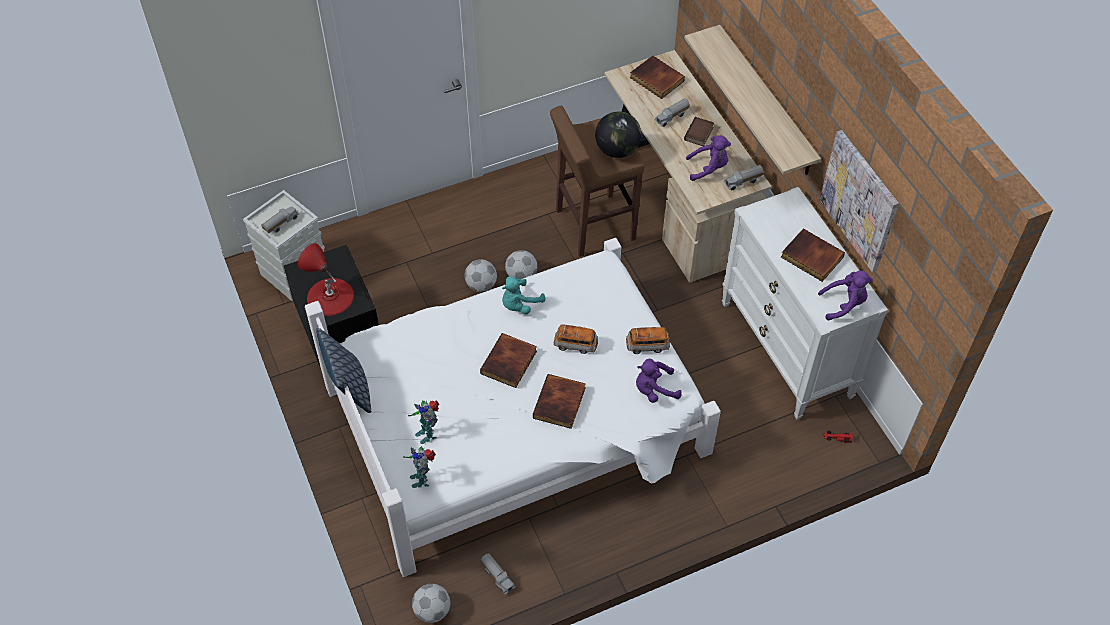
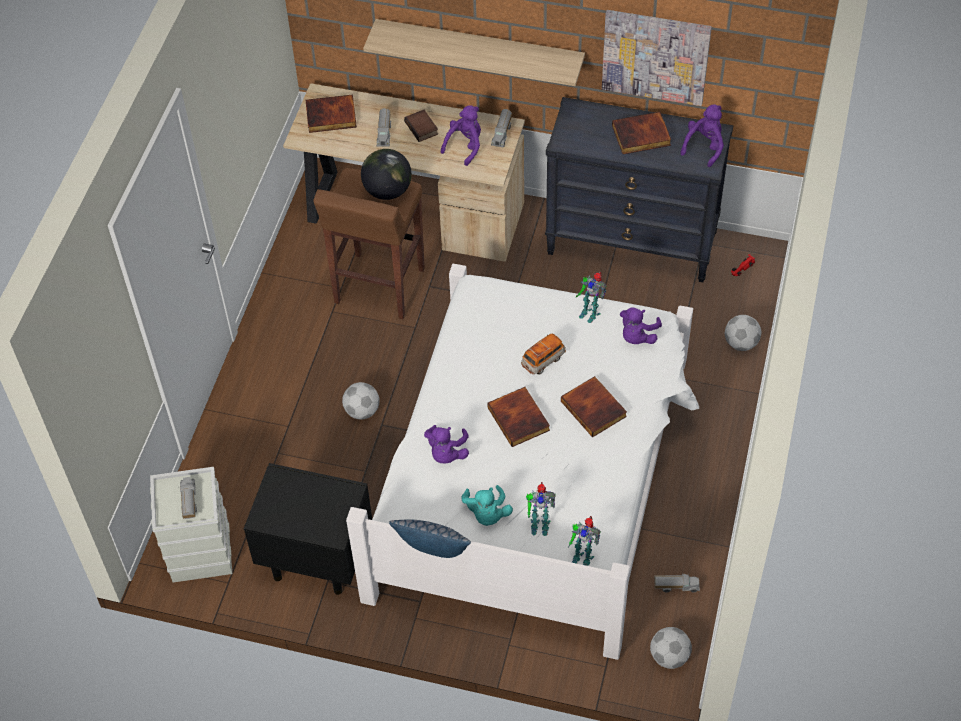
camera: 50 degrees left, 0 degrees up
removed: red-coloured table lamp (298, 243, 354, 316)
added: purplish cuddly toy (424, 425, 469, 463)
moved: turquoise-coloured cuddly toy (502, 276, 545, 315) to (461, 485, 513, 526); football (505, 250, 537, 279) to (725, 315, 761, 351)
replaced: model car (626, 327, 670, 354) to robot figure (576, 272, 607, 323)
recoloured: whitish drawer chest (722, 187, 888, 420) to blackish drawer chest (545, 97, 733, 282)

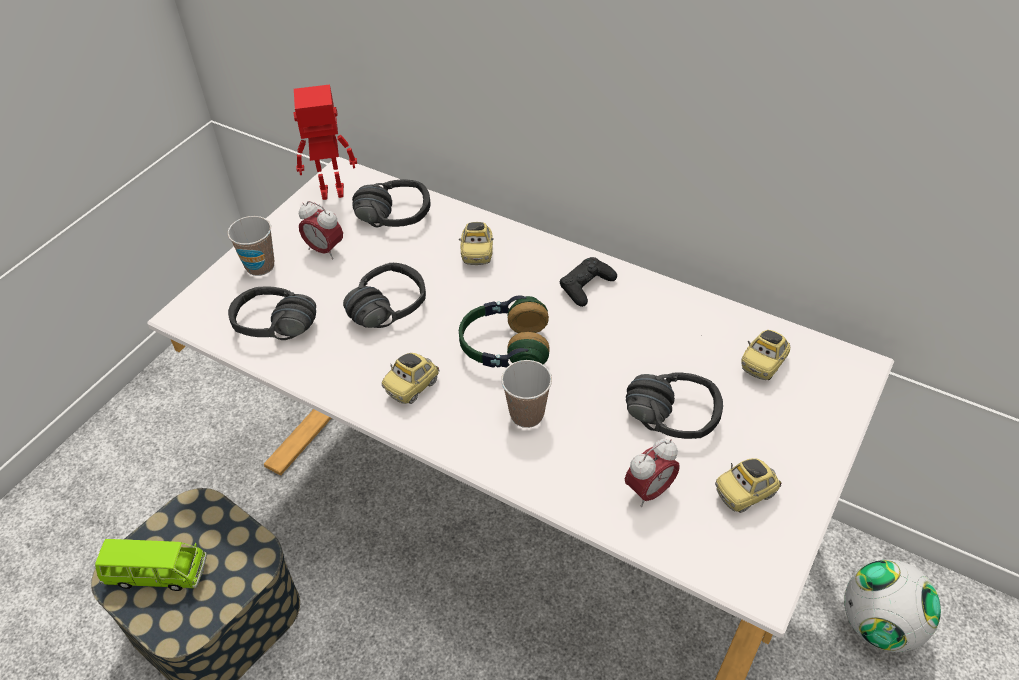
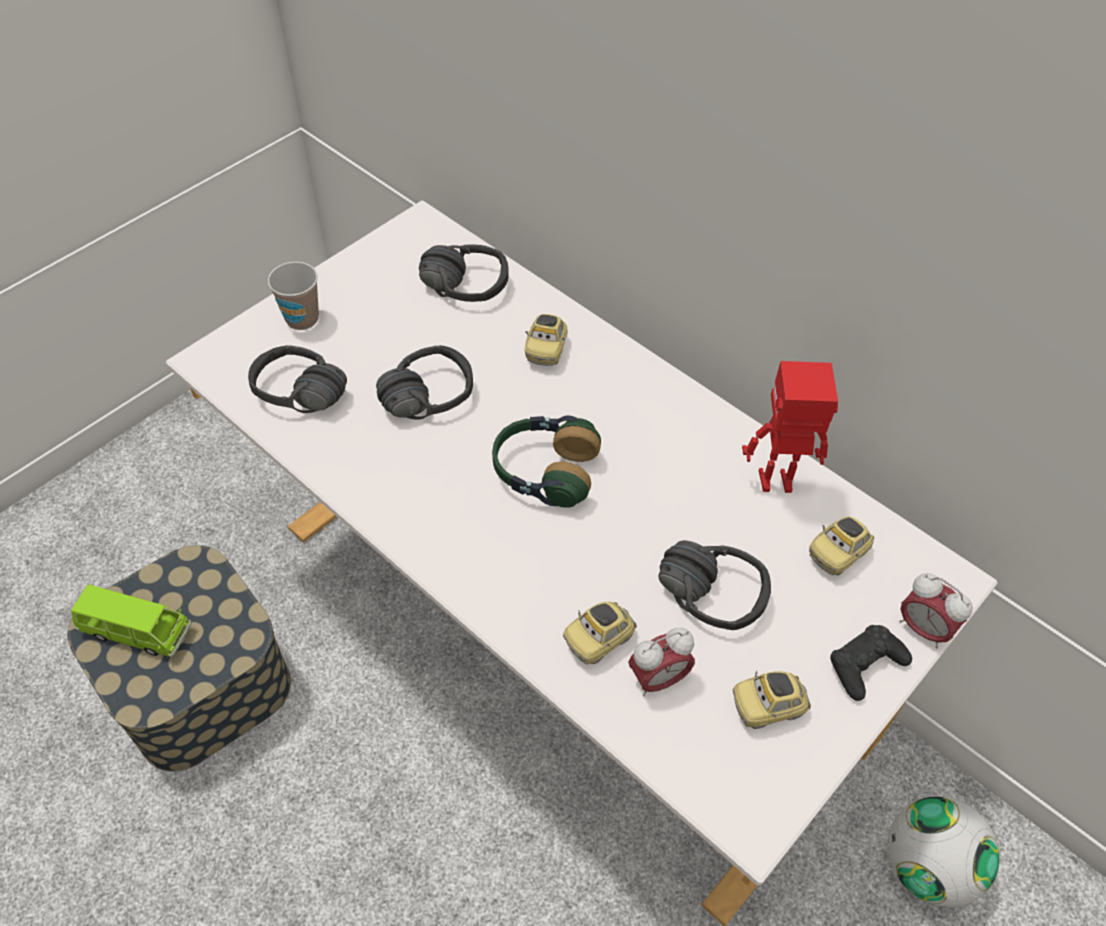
camera: 10 degrees right, 5 degrees up
removed: drinking cup (501, 360, 552, 428)
moved: robot figure (293, 84, 357, 200) to (742, 361, 838, 493); table clock (299, 201, 343, 259) to (899, 573, 973, 648); model car (382, 353, 440, 404) to (563, 602, 637, 664); blackish joypad (560, 257, 617, 307) to (830, 625, 912, 701)

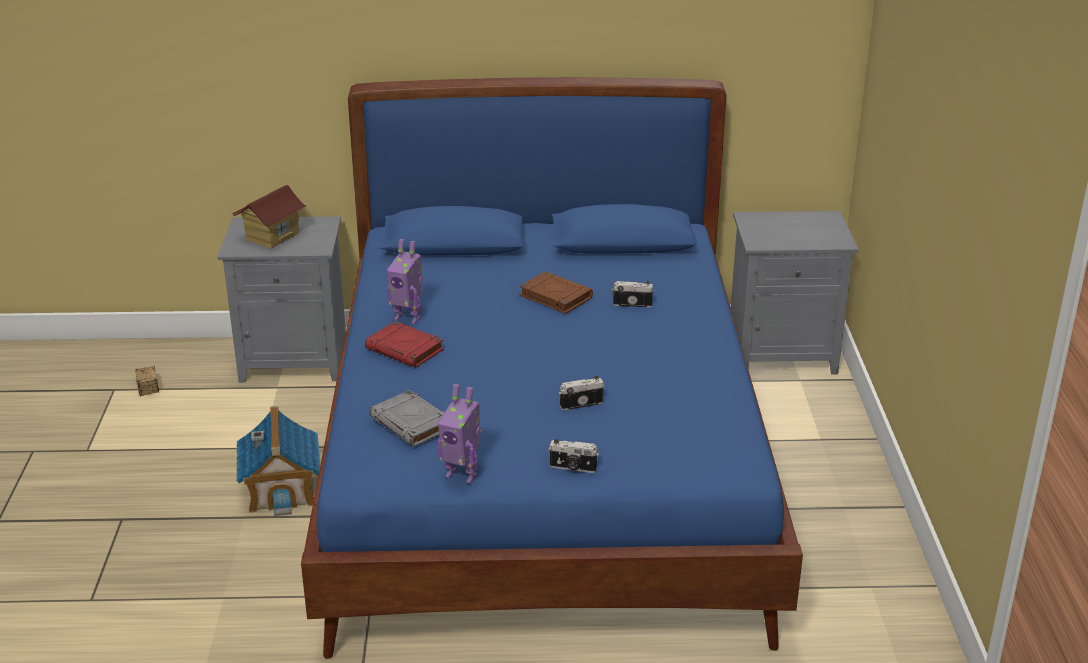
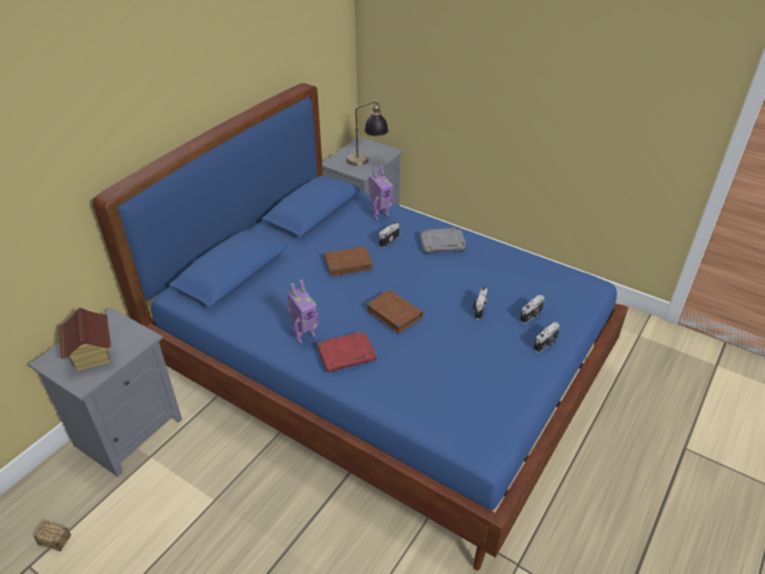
camera: 55 degrees left, 10 degrees up
removed: model house (237, 406, 320, 516)
added: table lamp (346, 98, 388, 166); brown-coloured book (366, 290, 423, 333); photo camera (520, 295, 545, 324)
moved: greyish book (370, 390, 445, 447) to (420, 228, 466, 253); robot figure (438, 384, 481, 484) to (369, 165, 393, 220)

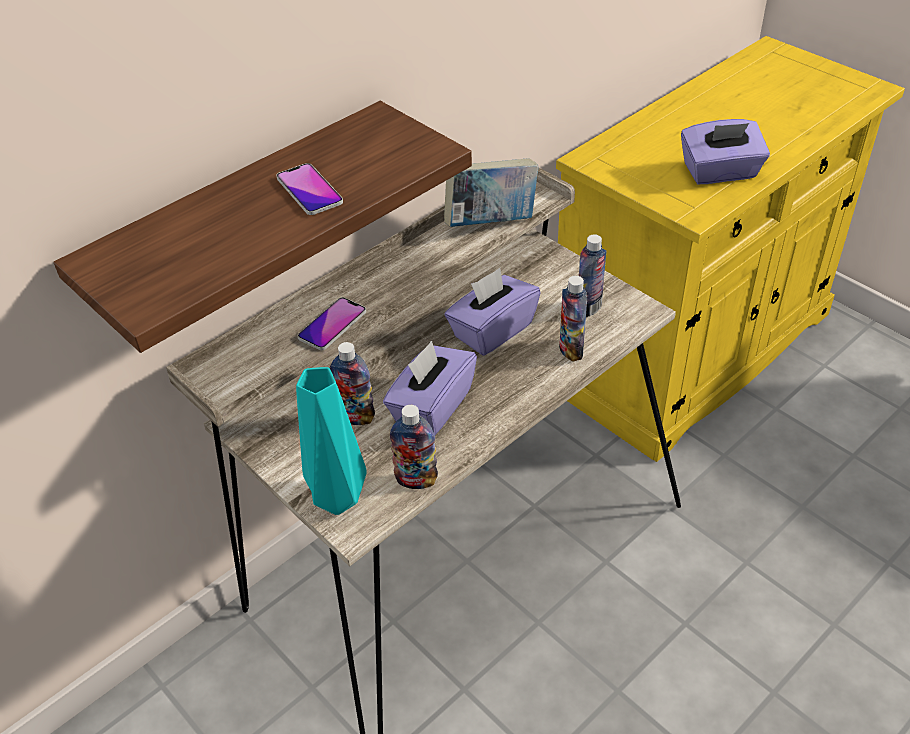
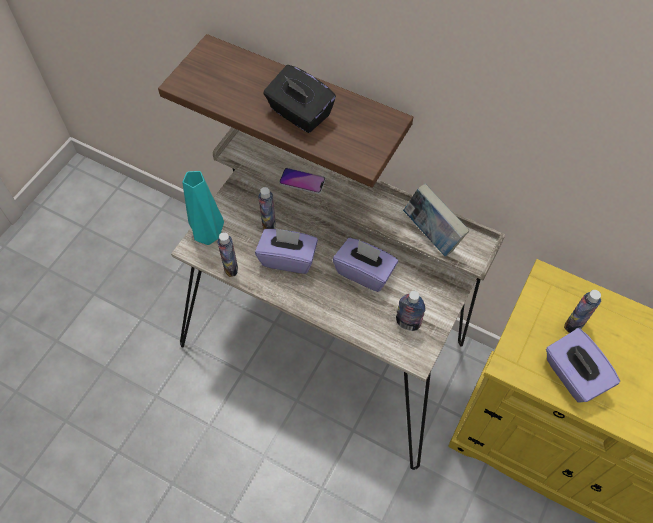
camera: 70 degrees right, 15 degrees up
moved: drink bottle (559, 276, 587, 361) to (564, 290, 601, 333)
replaced: telephone (276, 163, 343, 215) to blackish box of tissues (263, 65, 336, 133)

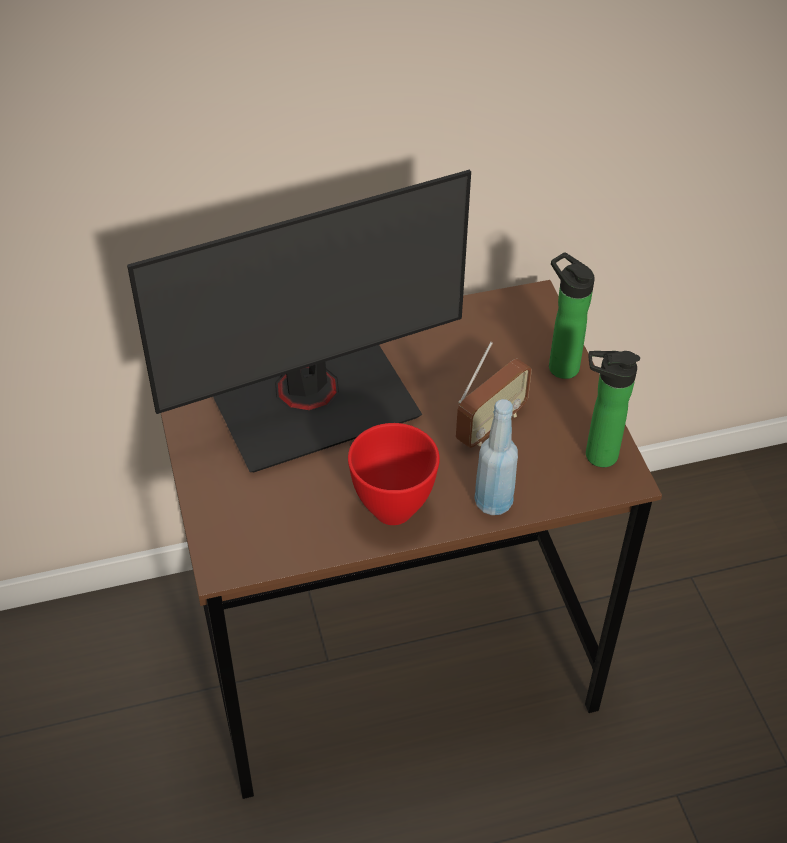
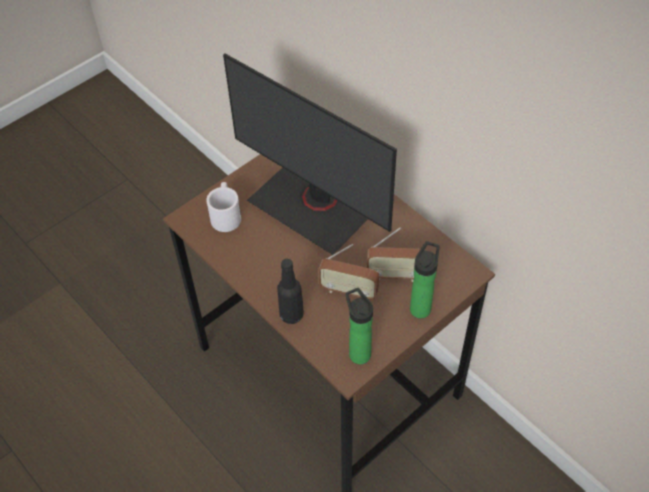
camera: 65 degrees right, 5 degrees up
removed: red-coloured deep dish (348, 423, 440, 525)
added: whitish tea mug (206, 182, 241, 232); radio (367, 227, 425, 282)
recoloured: blue-coloured drink bottle (474, 399, 518, 515) to blackish drink bottle (277, 259, 304, 324)

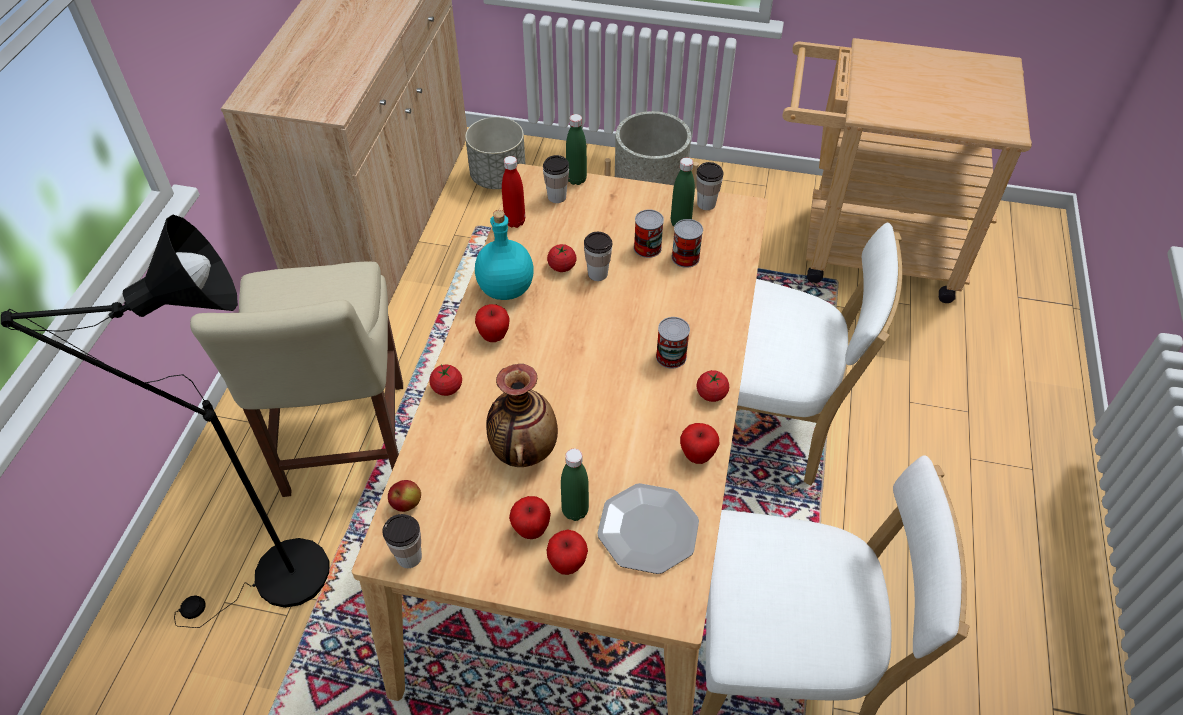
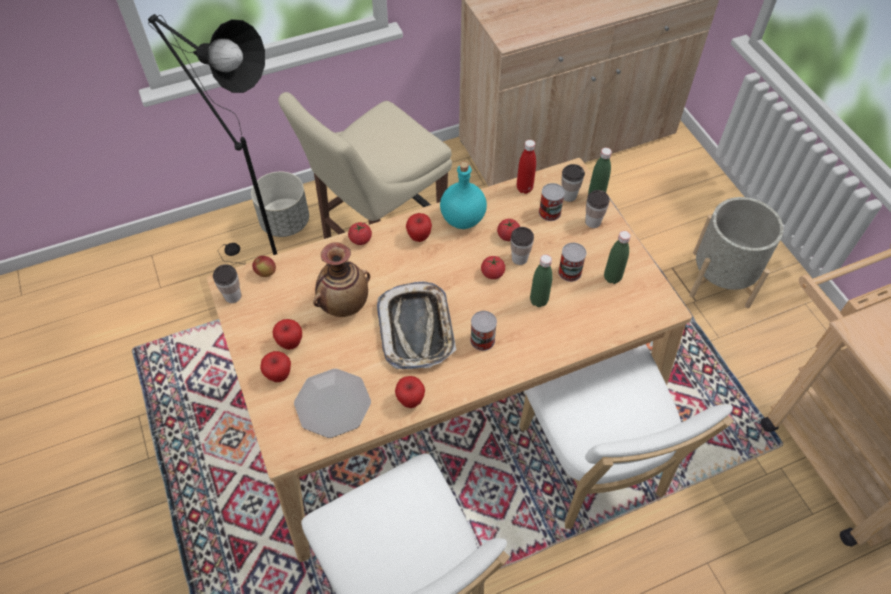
camera: 55 degrees right, 5 degrees up
added: serving tray (377, 281, 456, 369)
moved: greyish plant pot (465, 117, 525, 189) to (251, 171, 309, 237); greenish drink bottle (561, 449, 589, 521) to (530, 254, 553, 307); can (672, 219, 703, 268) to (539, 183, 565, 221); drinking cup (696, 162, 724, 210) to (585, 190, 610, 228); whole tomato (696, 370, 729, 402) to (481, 256, 505, 279)

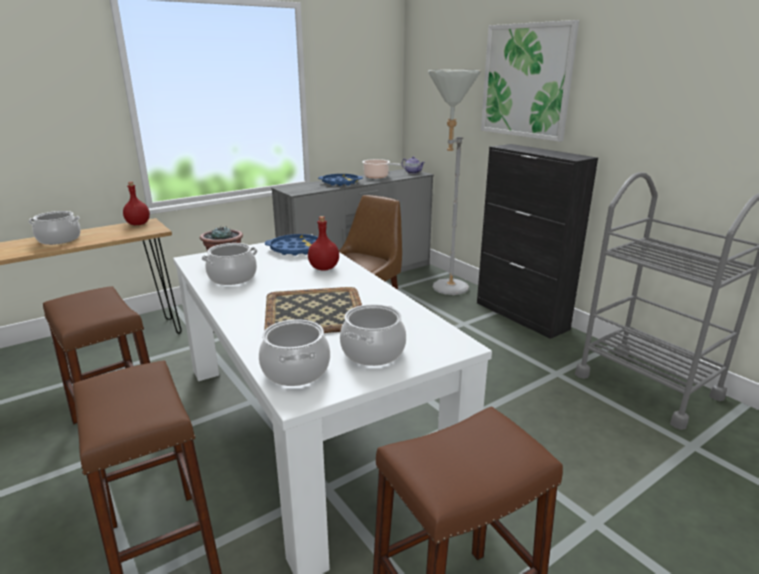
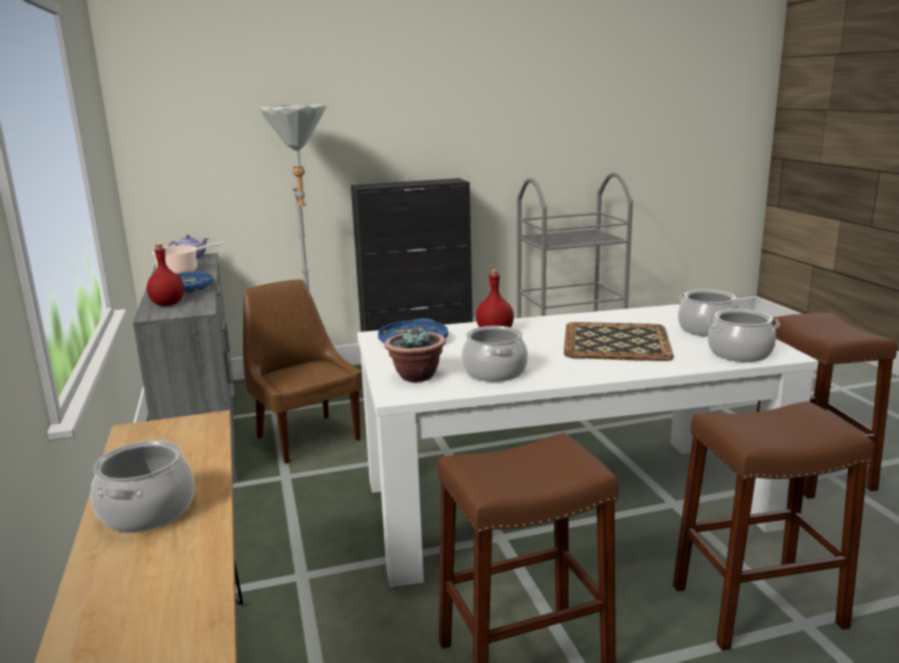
camera: 70 degrees left, 5 degrees down
removed: picture (481, 20, 579, 142)
moved: red-coloured drink bottle (123, 182, 150, 225) to (147, 244, 184, 306)

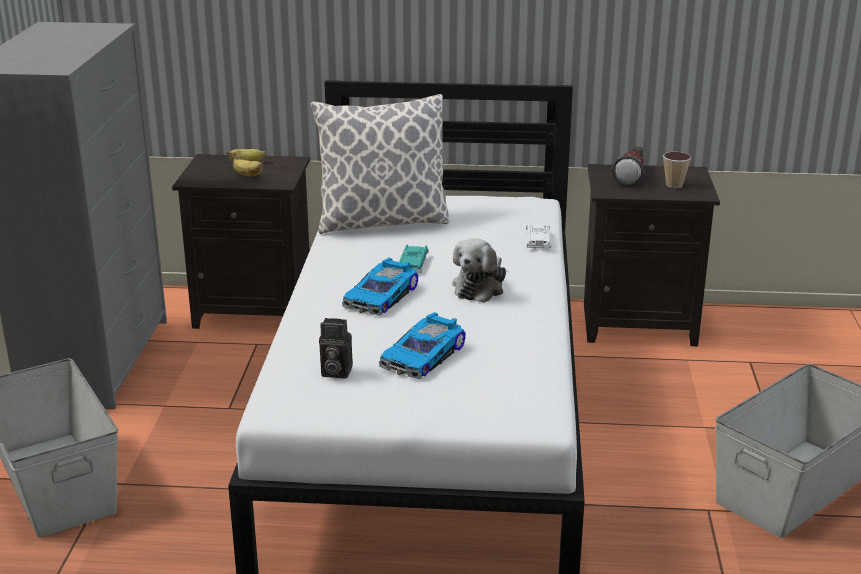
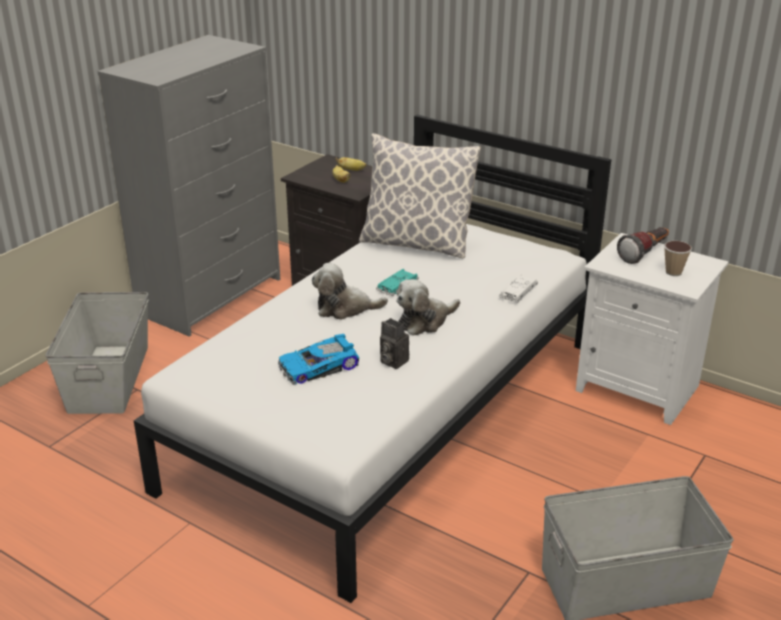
camera: 30 degrees right, 5 degrees up
moved: photo camera (319, 318, 353, 379) to (380, 318, 409, 369)
replaced: model car (342, 258, 419, 316) to cuddly toy (312, 263, 388, 320)
recoloured: blackish nightstand (584, 164, 720, 346) to whitish nightstand (576, 233, 728, 425)

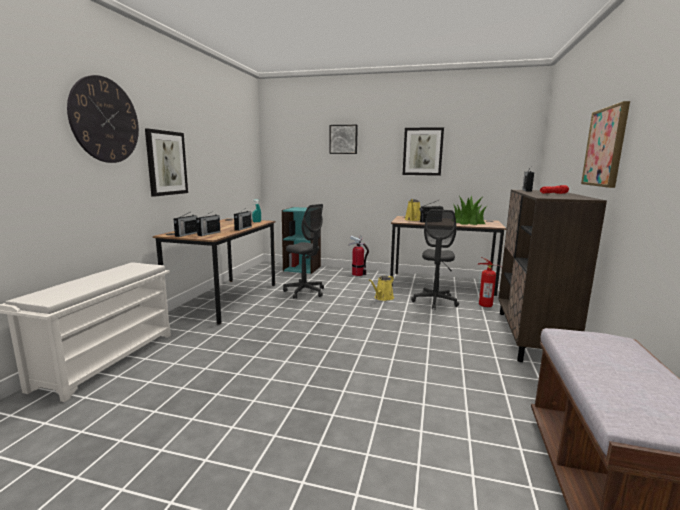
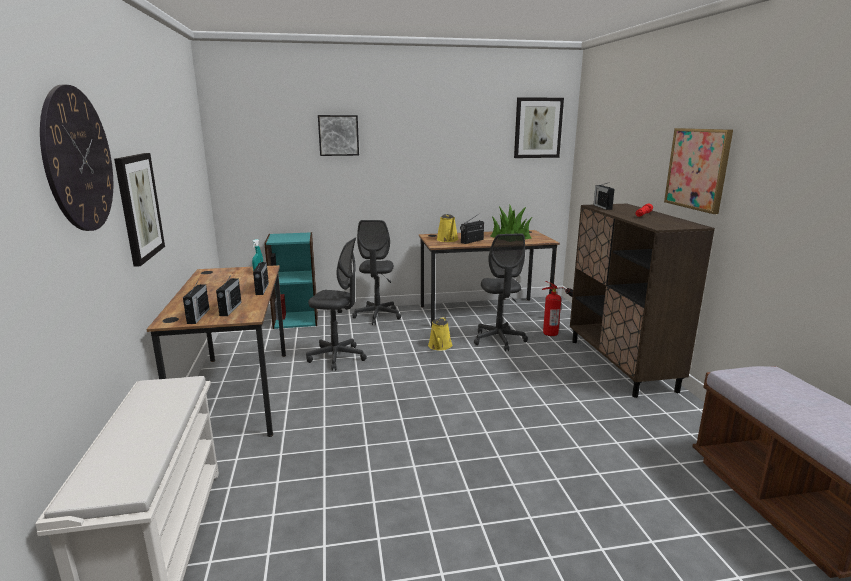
camera: 25 degrees left, 5 degrees up
moved: picture (403, 127, 444, 176) to (514, 97, 564, 158)
replaced: fire extinguisher (349, 235, 369, 276) to greyish computer chair (352, 220, 401, 325)

